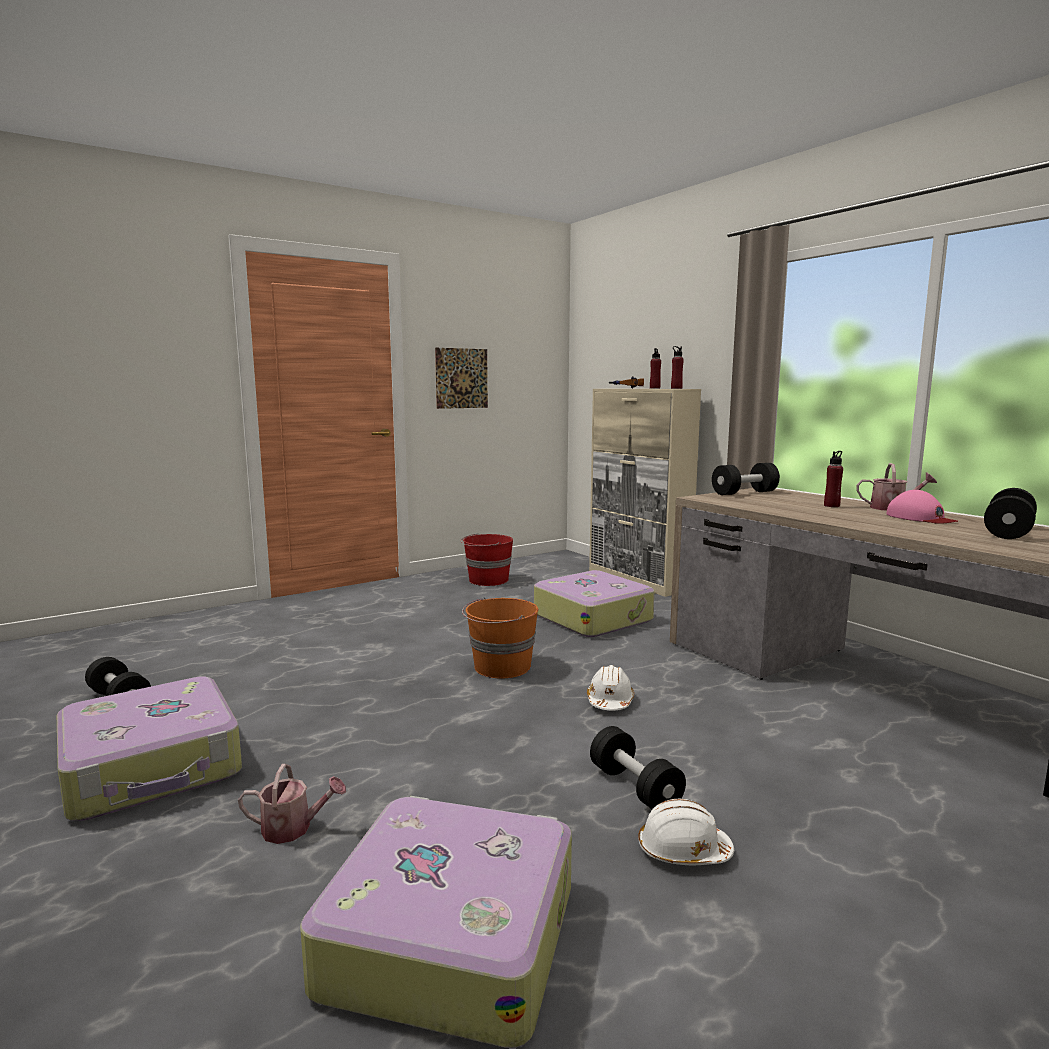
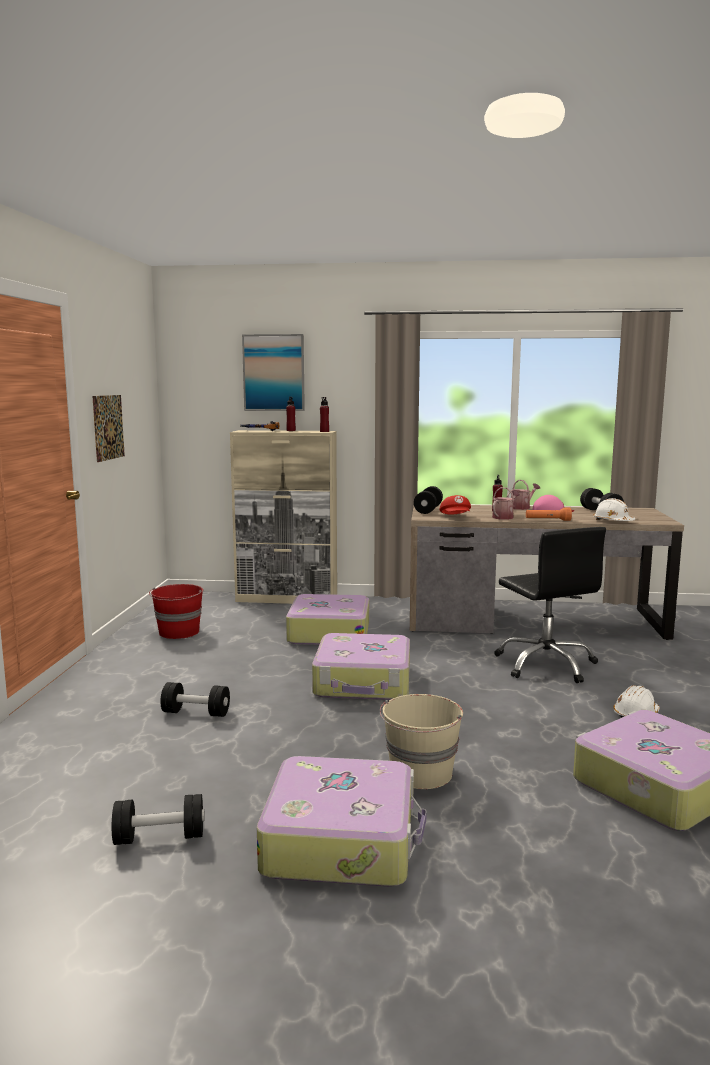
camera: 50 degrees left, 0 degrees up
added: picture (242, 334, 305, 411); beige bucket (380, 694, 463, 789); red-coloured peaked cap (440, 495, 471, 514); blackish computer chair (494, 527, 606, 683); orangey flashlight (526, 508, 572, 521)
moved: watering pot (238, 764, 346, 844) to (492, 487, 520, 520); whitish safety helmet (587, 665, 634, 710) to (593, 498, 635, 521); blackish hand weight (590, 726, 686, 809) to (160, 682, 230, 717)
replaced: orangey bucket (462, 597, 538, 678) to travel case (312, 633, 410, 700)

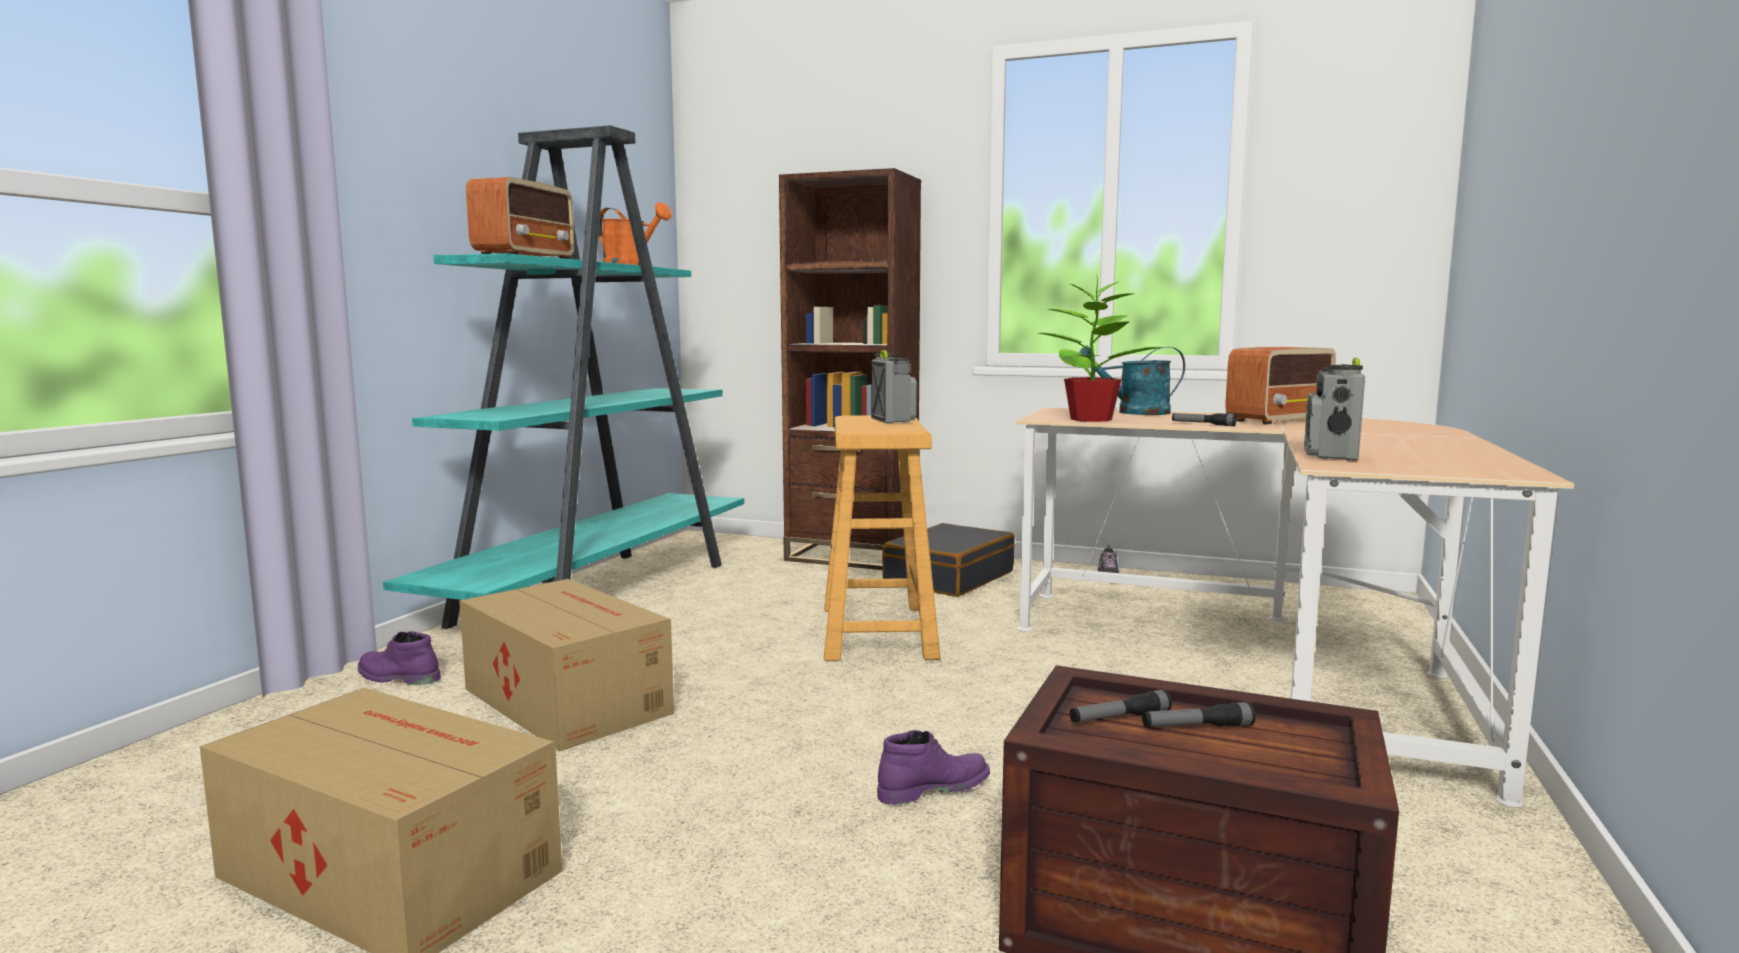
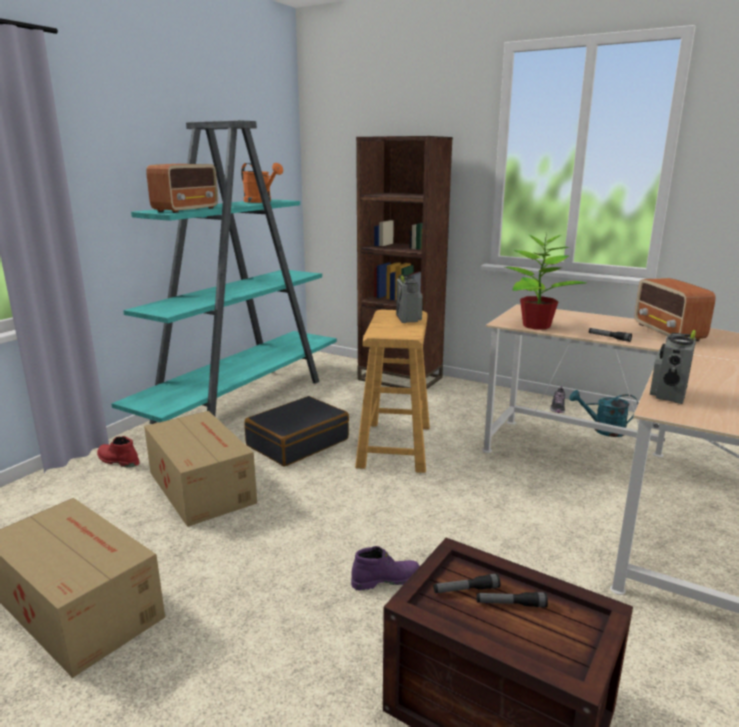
camera: 10 degrees right, 10 degrees up
moved: blackish travel case (882, 523, 1015, 597) to (244, 396, 349, 467); turquoise-coloured watering pot (1078, 345, 1185, 415) to (569, 390, 638, 437)
recoloured: purplish tall boot (358, 631, 441, 685) to red-coloured tall boot (97, 436, 140, 468)
turned: radio (1225, 347, 1336, 424) = (635, 278, 716, 341) 105 degrees clockwise

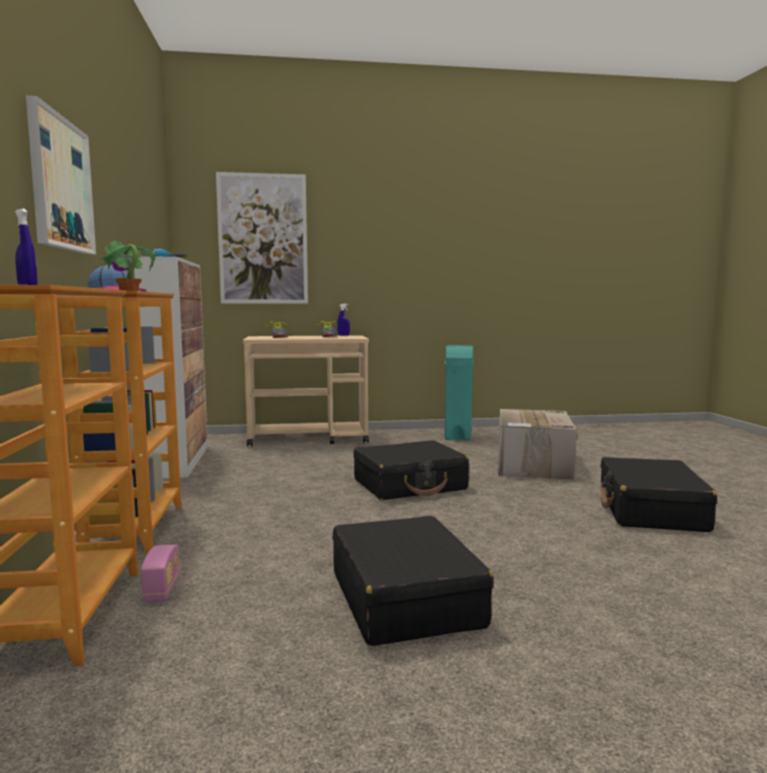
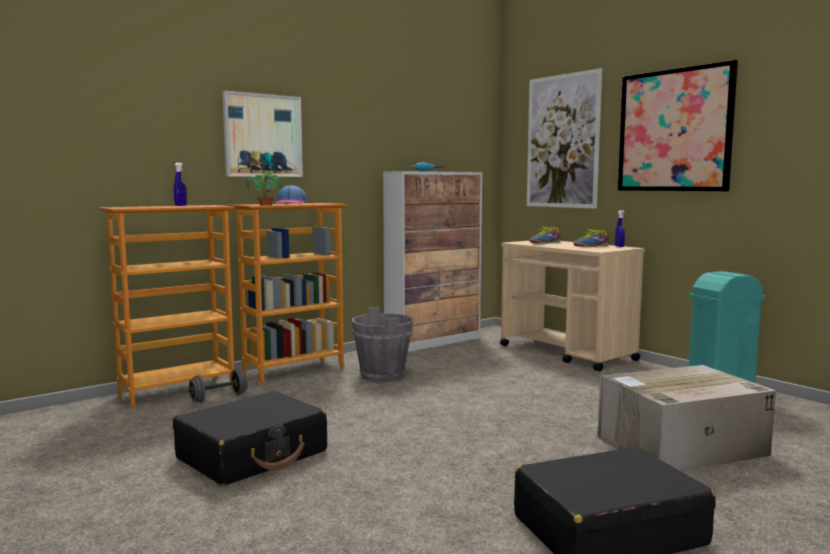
camera: 60 degrees right, 0 degrees up
removed: blackish travel case (353, 440, 469, 500)
added: greyish bucket (351, 307, 413, 381); picture (618, 60, 738, 191)
replaced: radio (141, 545, 180, 602) to greyish hand weight (189, 369, 247, 403)

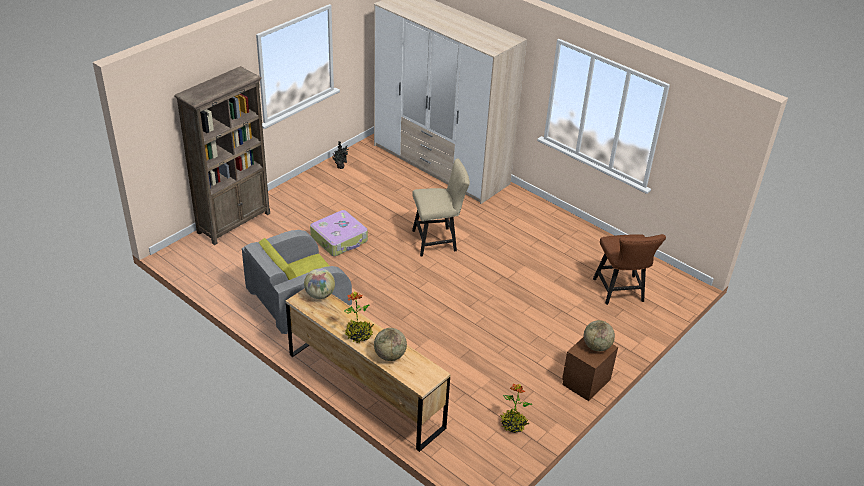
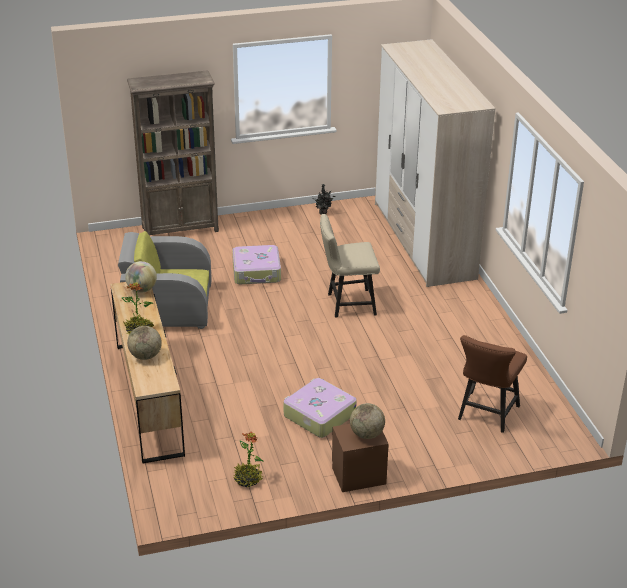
camera: 35 degrees right, 5 degrees down
added: travel case (284, 378, 357, 438)
turned: beige chair (412, 158, 470, 256) = (320, 214, 380, 318) 150 degrees clockwise

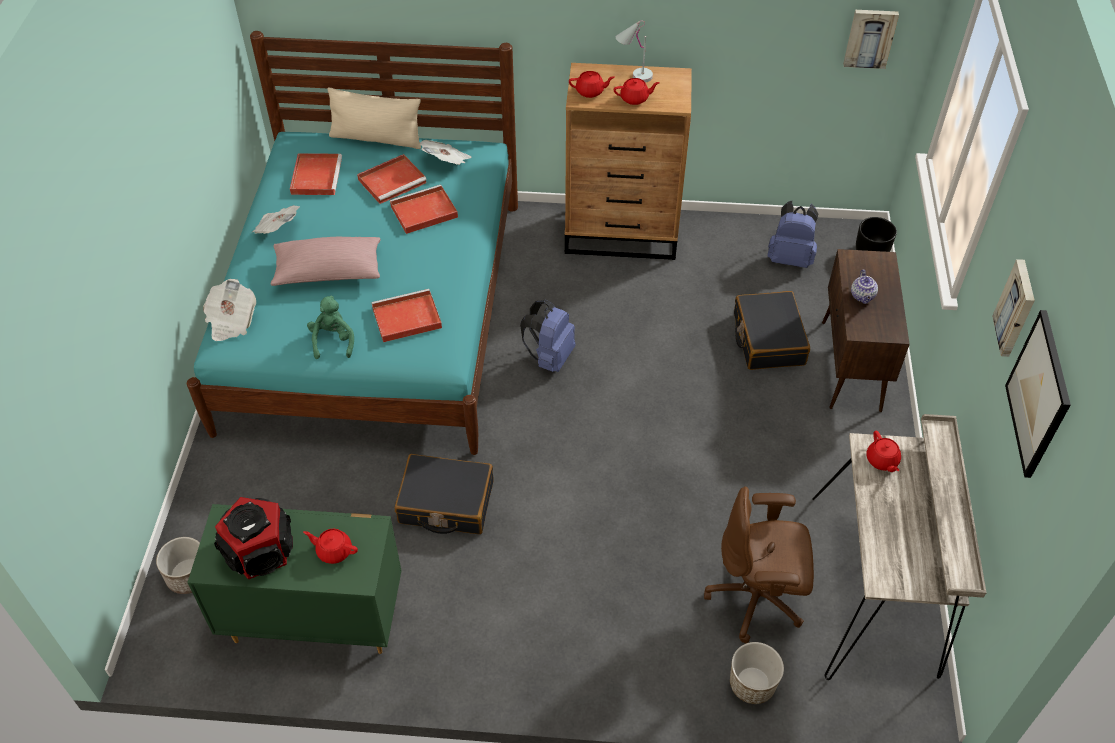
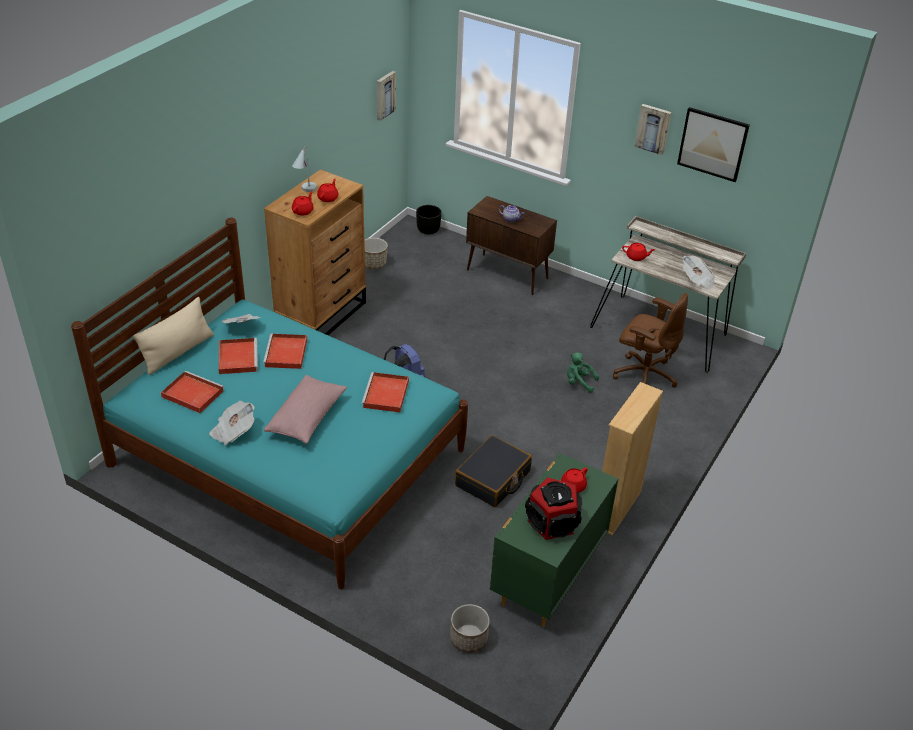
camera: 65 degrees left, 10 degrees down
removed: blackish travel case (734, 291, 810, 370); blue-coloured backpack (768, 201, 818, 268)
added: beige bookcase (602, 382, 663, 535)
moved: newspaper (203, 279, 256, 341) to (683, 256, 715, 290); greenish cuddly toy (307, 295, 354, 359) to (567, 352, 599, 393); plant pot (730, 642, 784, 704) to (364, 238, 388, 269)
turned: brown-coloured computer chair (704, 487, 814, 643) = (613, 293, 688, 388) 90 degrees counterclockwise

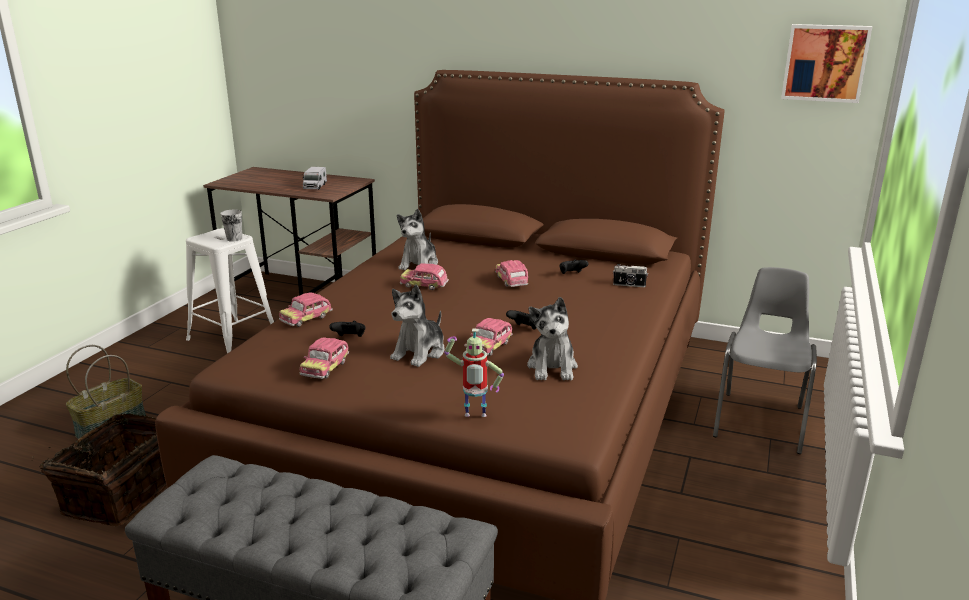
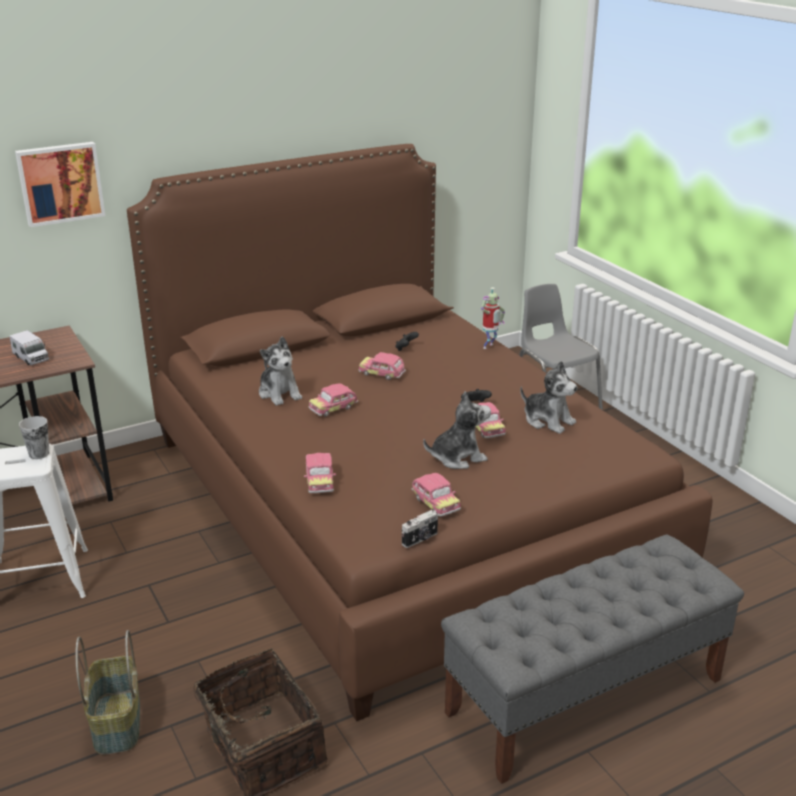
camera: 50 degrees left, 5 degrees up
removed: blackish joypad (329, 321, 365, 337)
moved: robot figure (444, 329, 504, 417) to (481, 287, 505, 349); photo camera (613, 264, 648, 287) to (402, 510, 438, 548); picture (781, 24, 872, 103) to (15, 142, 105, 227)
turned: cuddly toy (390, 284, 445, 367) = (423, 391, 491, 469) 90 degrees counterclockwise

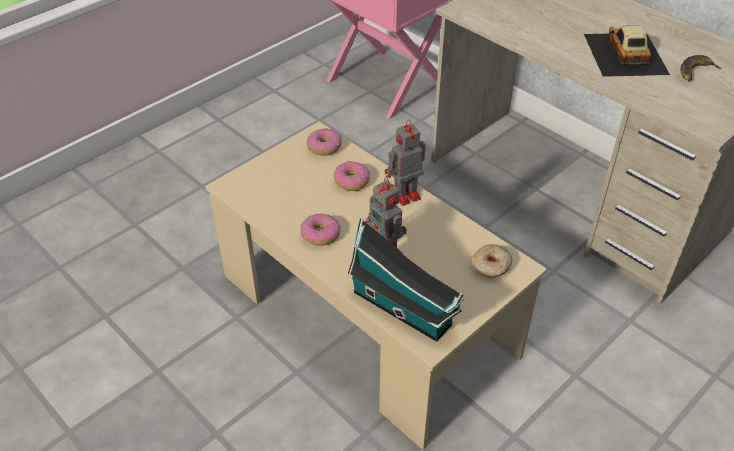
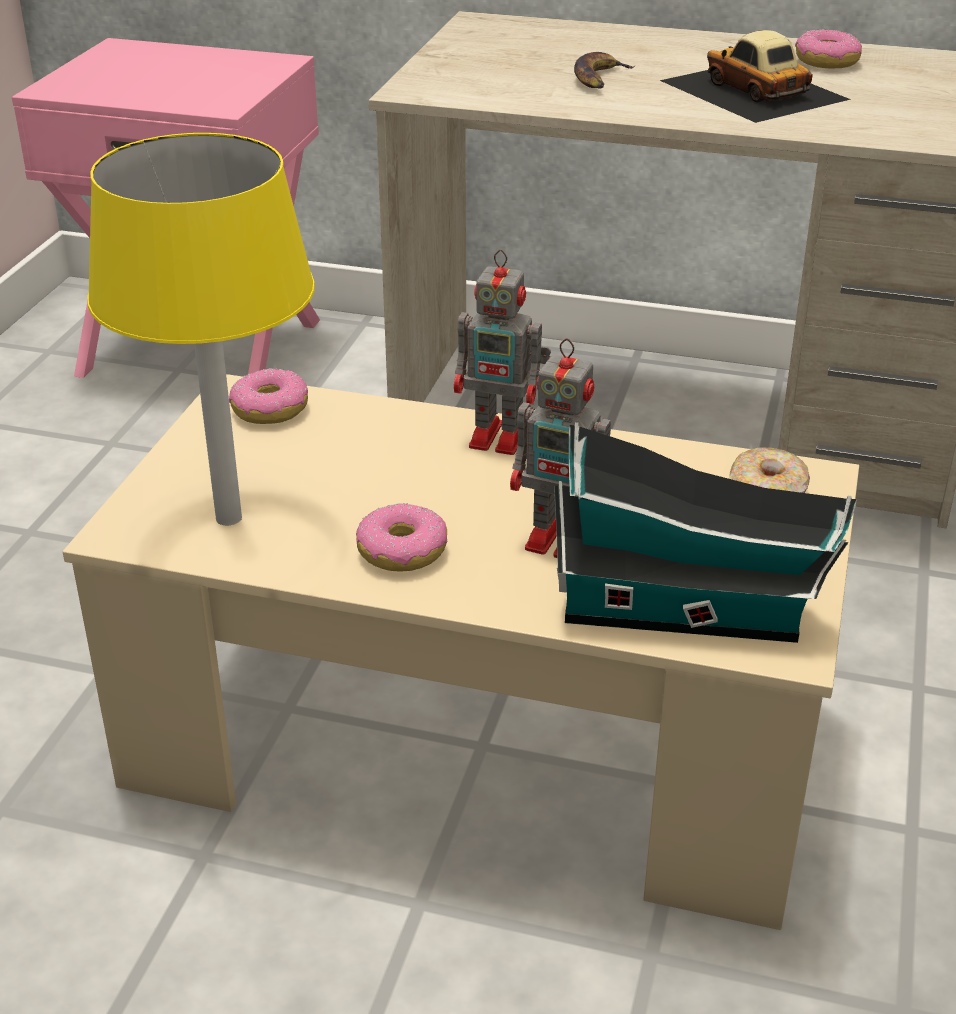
camera: 30 degrees left, 10 degrees down
added: yellowish table lamp (87, 133, 315, 525)
moved: donut (334, 161, 370, 191) to (795, 29, 862, 69); banana fruit (681, 55, 721, 81) to (574, 52, 635, 89)
turned: robot figure (385, 120, 426, 206) = (454, 250, 551, 455) 105 degrees counterclockwise

